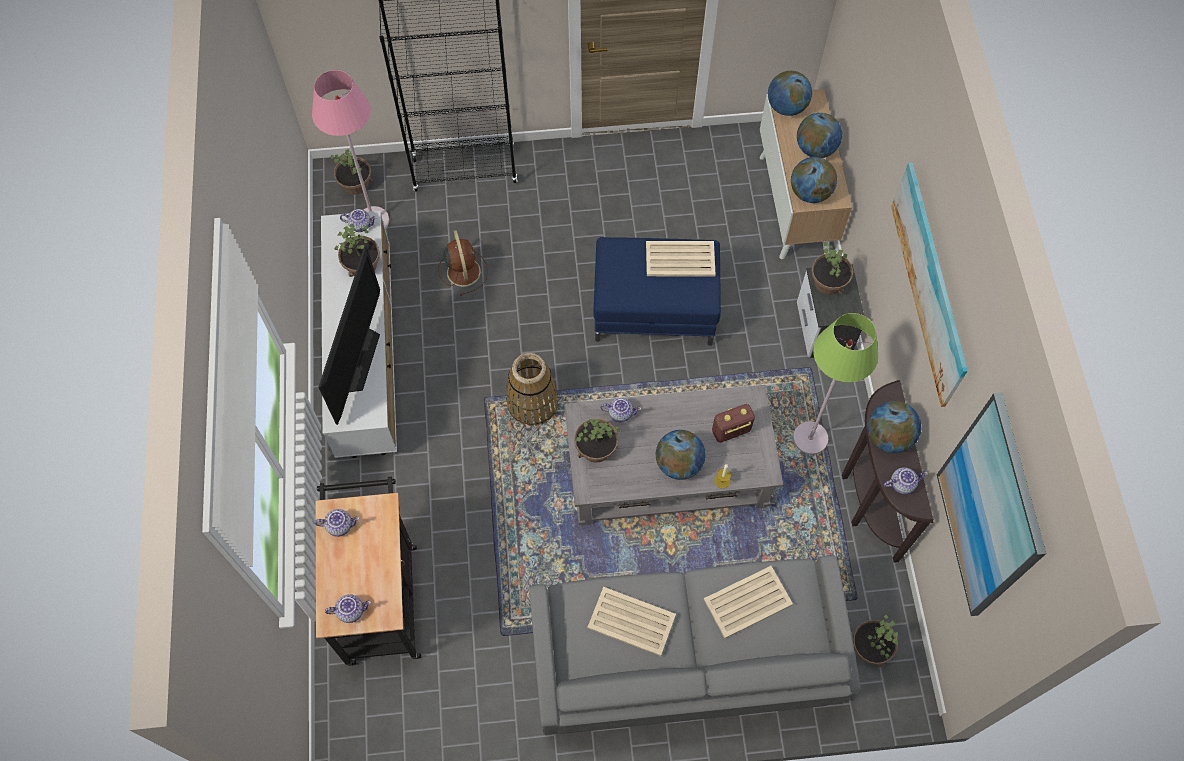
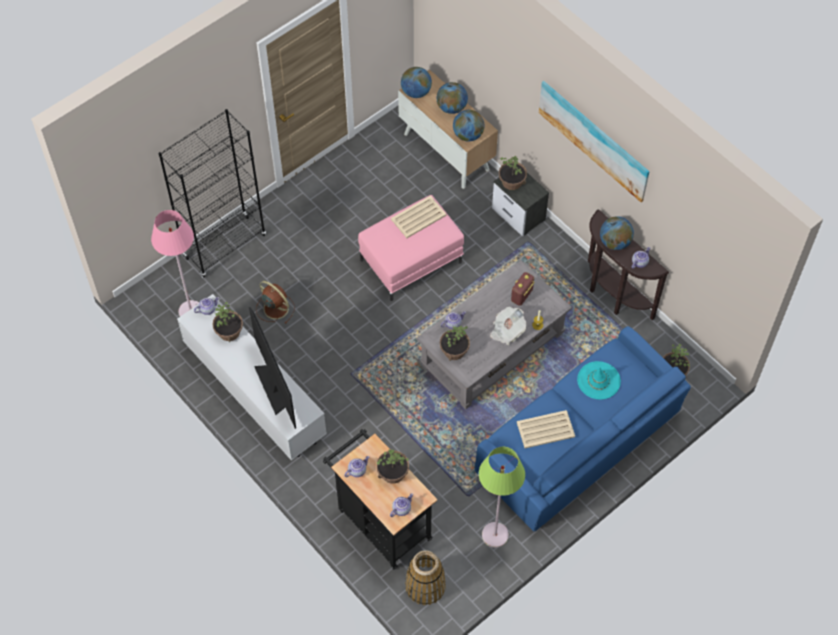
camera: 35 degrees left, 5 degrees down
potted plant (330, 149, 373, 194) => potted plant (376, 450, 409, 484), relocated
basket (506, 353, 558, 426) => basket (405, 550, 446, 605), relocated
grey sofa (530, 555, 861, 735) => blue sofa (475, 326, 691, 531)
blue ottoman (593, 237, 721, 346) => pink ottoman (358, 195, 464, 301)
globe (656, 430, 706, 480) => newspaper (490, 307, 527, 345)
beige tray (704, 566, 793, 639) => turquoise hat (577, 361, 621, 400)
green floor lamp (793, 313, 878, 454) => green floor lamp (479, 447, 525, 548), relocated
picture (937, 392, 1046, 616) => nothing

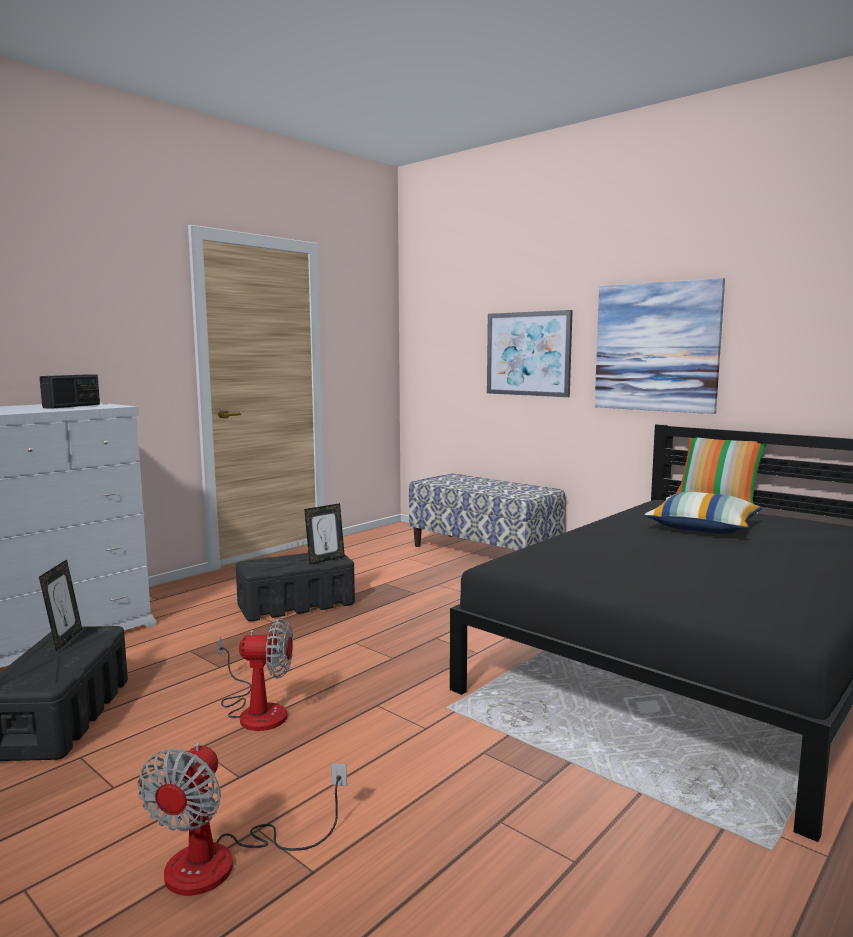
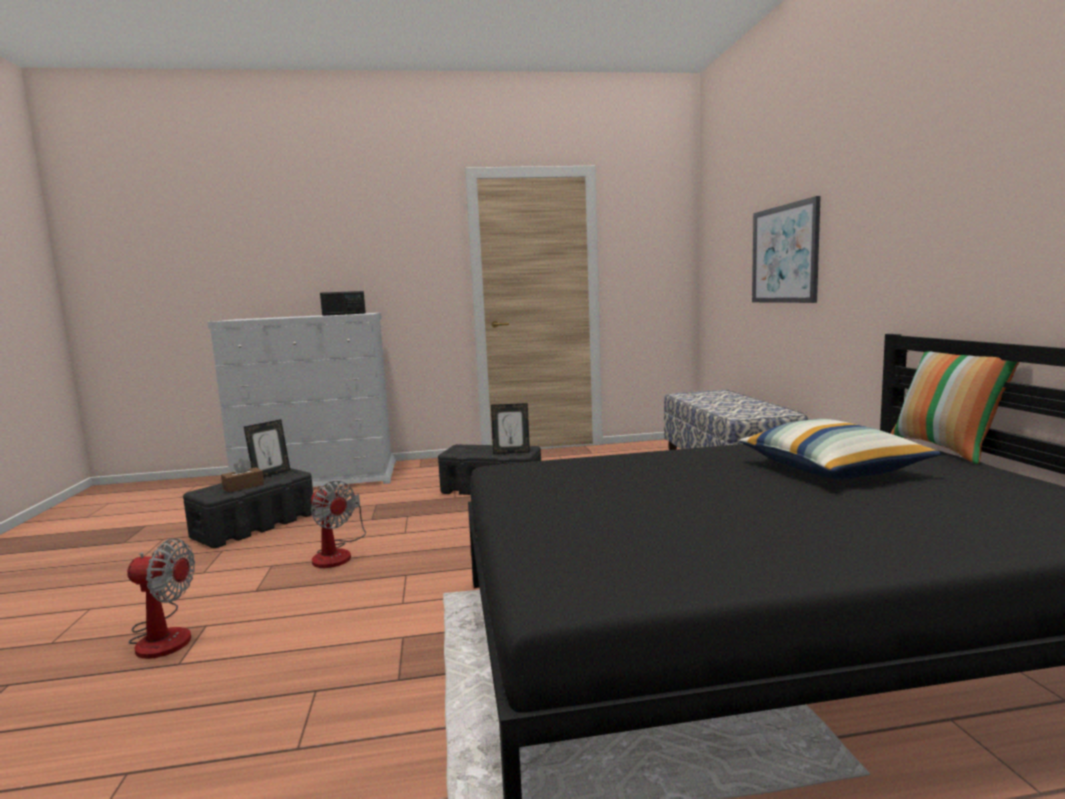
camera: 40 degrees right, 0 degrees up
fan (138, 743, 347, 896) => fan (127, 538, 195, 659), 135 degrees counterclockwise
picture (595, 278, 725, 414) => nothing
nothing => brown tissue box (221, 459, 264, 493)

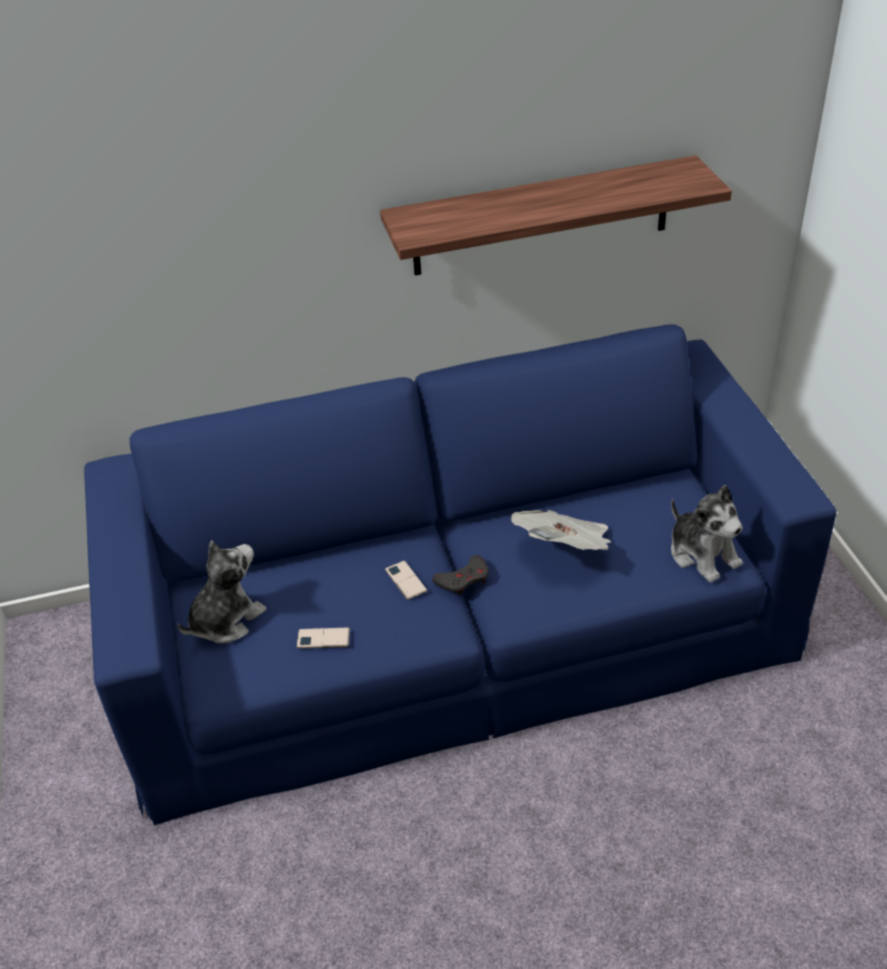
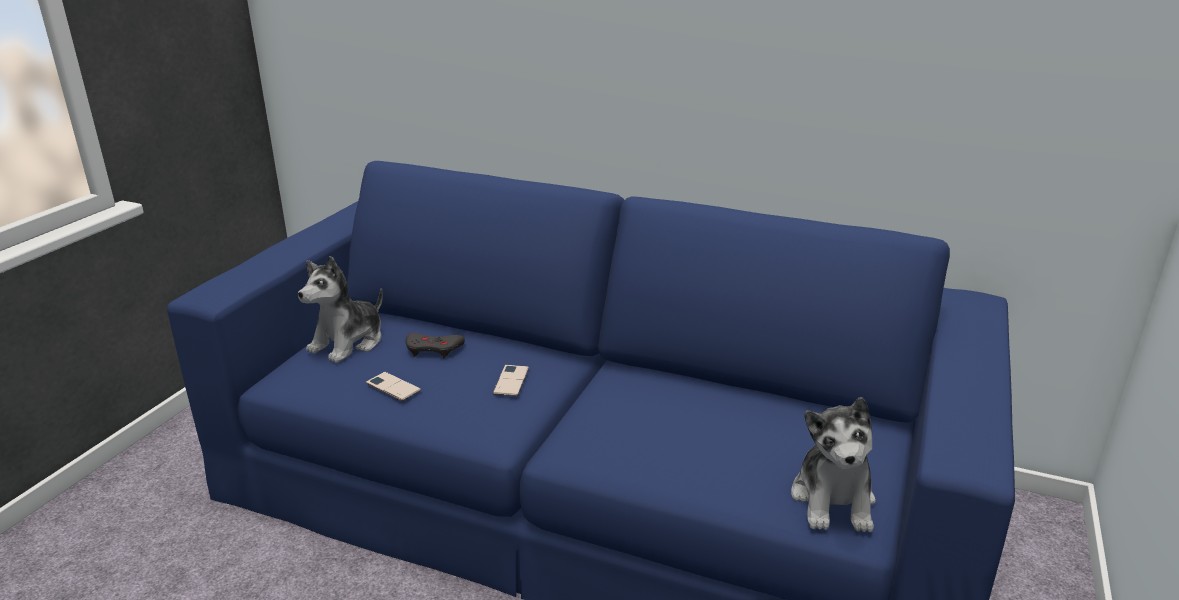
camera: 35 degrees right, 15 degrees down
plush toy (177, 540, 267, 644) => plush toy (298, 256, 383, 363), 135 degrees clockwise
shelf (380, 155, 732, 275) => nothing
grey game controller (432, 555, 489, 596) => grey game controller (405, 333, 465, 358), relocated
newspaper (511, 510, 611, 550) => nothing

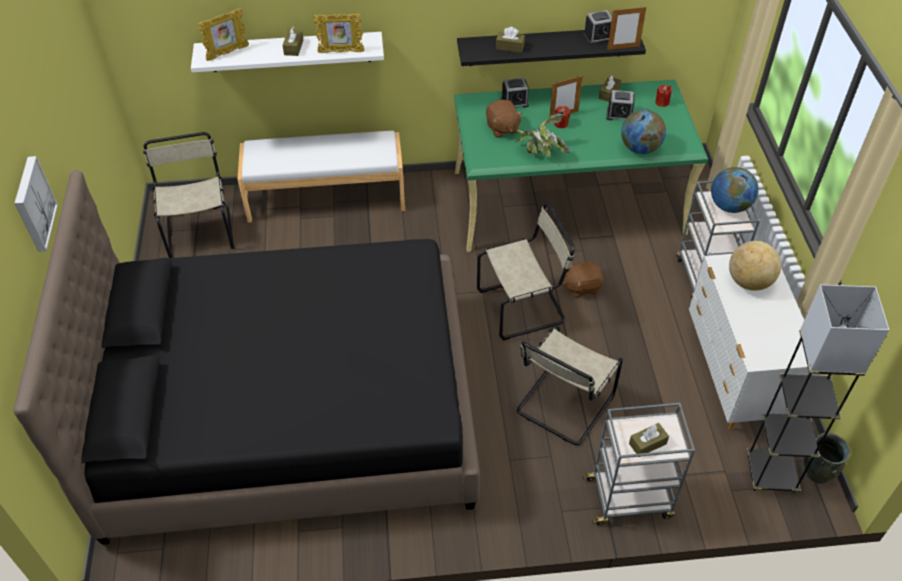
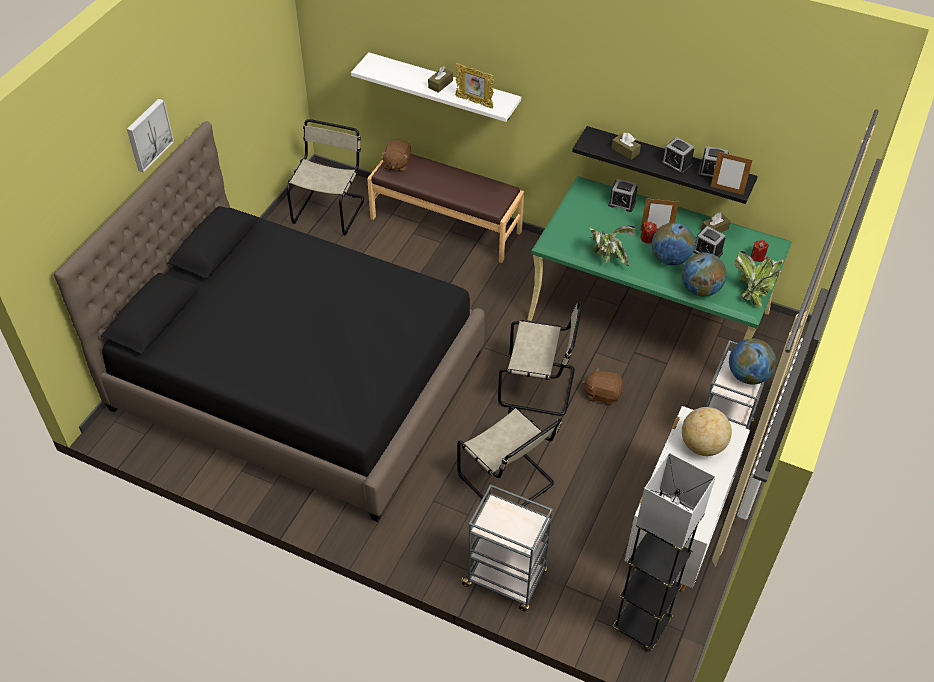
camera: 30 degrees right, 0 degrees up
picture frame (198, 8, 249, 61) => nothing
white bench (237, 131, 405, 223) => brown bench (367, 154, 524, 263)
brown plush toy (486, 100, 523, 138) => brown plush toy (381, 139, 411, 172), relocated
beige chair (517, 326, 623, 445) => beige chair (457, 406, 562, 506), 105 degrees counterclockwise
brown tissue box (629, 423, 669, 457) => nothing
grey vase (803, 432, 850, 484) => nothing
nothing => globe (652, 222, 695, 266)
nothing => alarm clock (661, 137, 694, 174)
nothing => potted plant (734, 251, 784, 307)

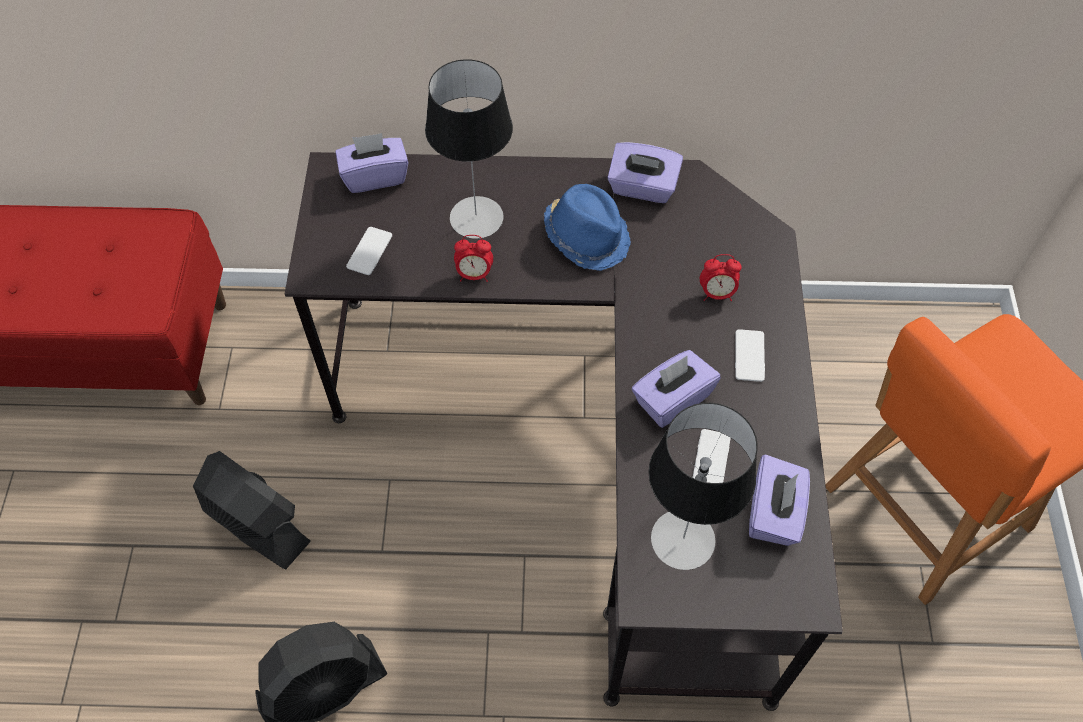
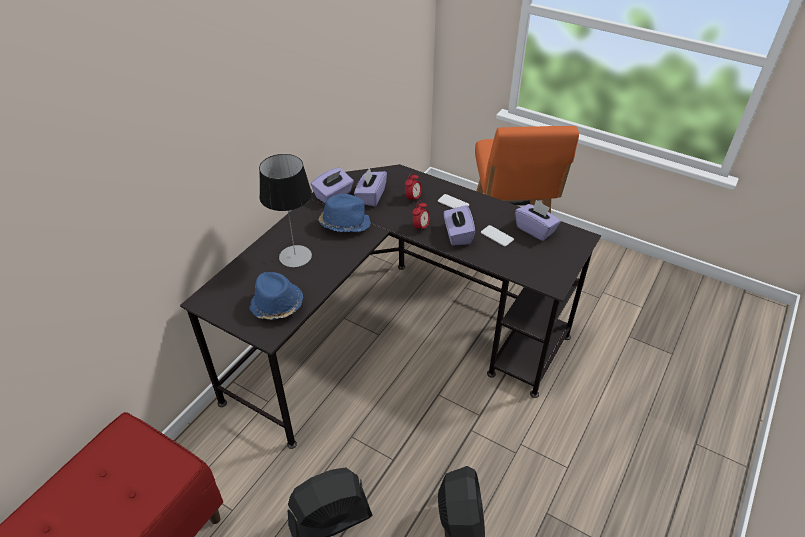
camera: 60 degrees left, 15 degrees down
purple tissue box (336, 133, 409, 193) => purple tissue box (354, 167, 387, 206), relocated
phone (346, 227, 392, 275) => blue hat (249, 272, 303, 320)
alarm clock (454, 235, 493, 282) => alarm clock (412, 200, 430, 233), relocated
table lamp (649, 403, 758, 570) => nothing

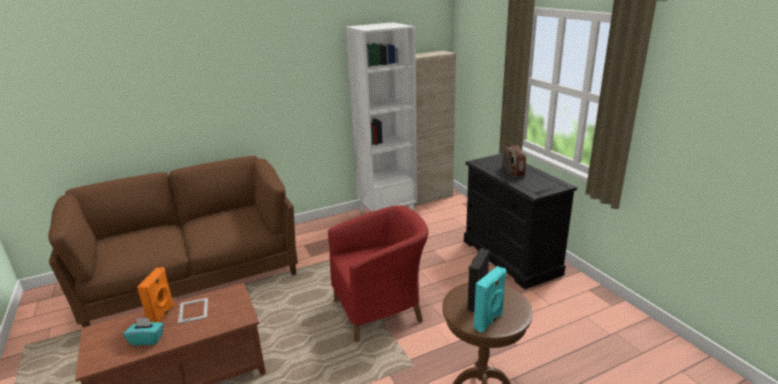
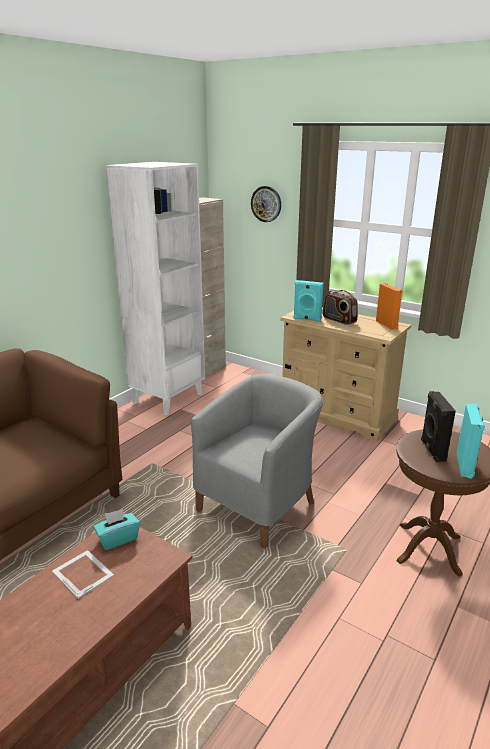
camera: 30 degrees left, 0 degrees up
turquoise tissue box (123, 318, 164, 345) => turquoise tissue box (93, 509, 140, 550), relocated
orange speaker (137, 267, 174, 323) => orange speaker (376, 283, 403, 329), relocated
red armchair (328, 205, 428, 342) => grey armchair (191, 374, 323, 549)
black dresser (464, 153, 577, 290) => beige dresser (280, 307, 411, 442)
nothing => wall clock (251, 186, 281, 222)
nothing => turquoise speaker (293, 280, 324, 322)

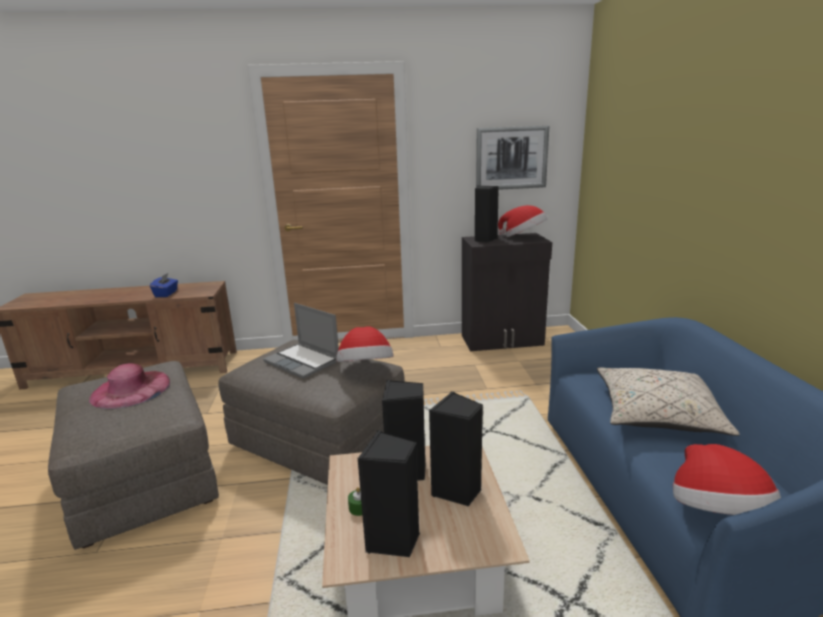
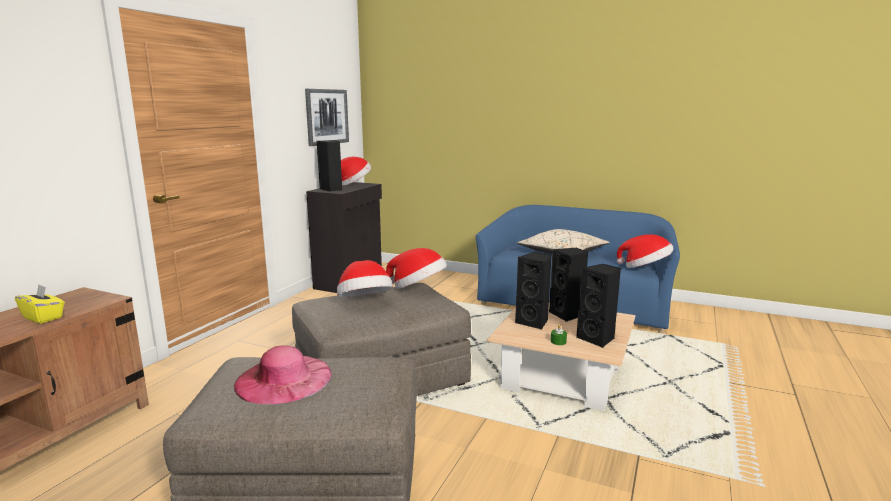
camera: 60 degrees left, 5 degrees down
blue tissue box (150, 273, 178, 297) => yellow tissue box (15, 285, 65, 324)
laptop (263, 303, 339, 379) => hat (337, 260, 393, 297)

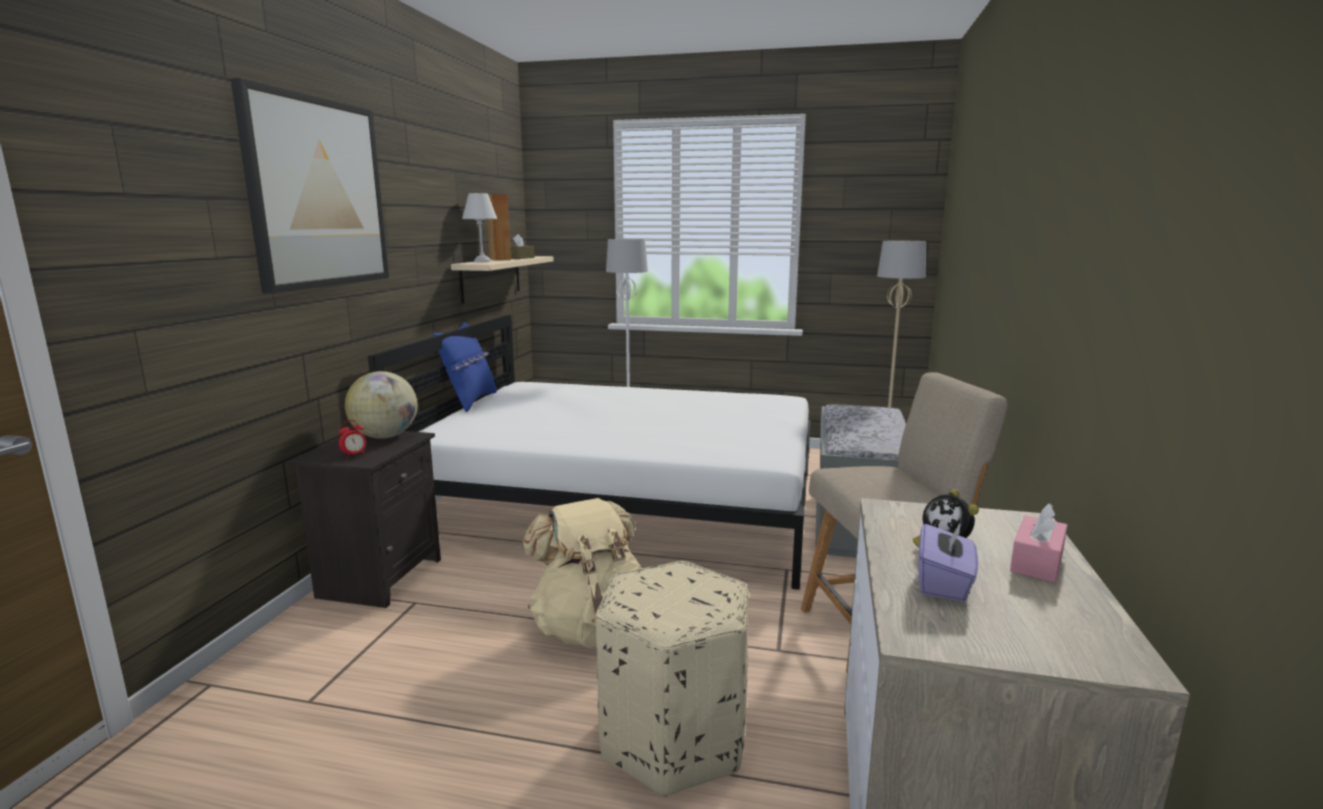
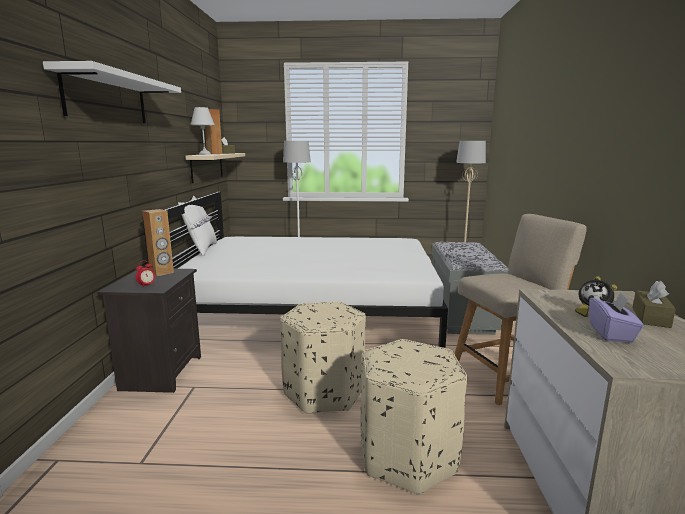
camera: 10 degrees left, 0 degrees up
picture (231, 78, 389, 293) => white shelf (43, 61, 181, 123)
globe (345, 371, 417, 439) => brown speaker (142, 209, 174, 276)
blue pillow (433, 321, 497, 412) => white pillow (178, 196, 217, 256)
beige backpack (522, 498, 642, 647) => beige ottoman (280, 302, 366, 414)
pink tissue box (1010, 503, 1067, 583) => brown tissue box (633, 280, 676, 328)

